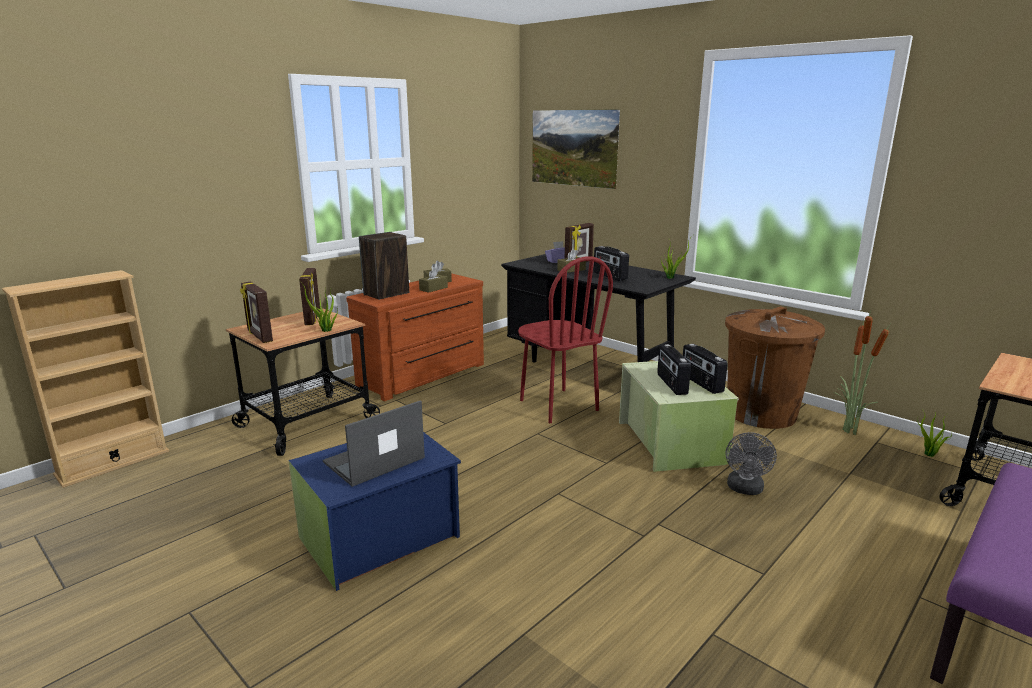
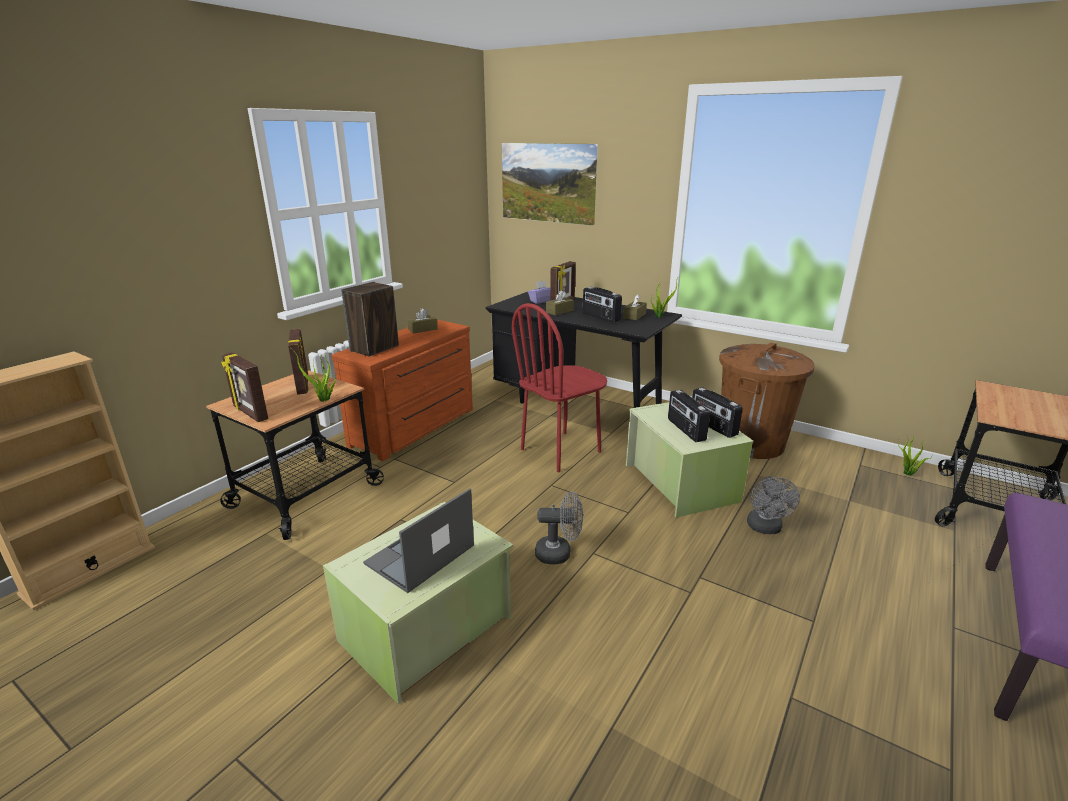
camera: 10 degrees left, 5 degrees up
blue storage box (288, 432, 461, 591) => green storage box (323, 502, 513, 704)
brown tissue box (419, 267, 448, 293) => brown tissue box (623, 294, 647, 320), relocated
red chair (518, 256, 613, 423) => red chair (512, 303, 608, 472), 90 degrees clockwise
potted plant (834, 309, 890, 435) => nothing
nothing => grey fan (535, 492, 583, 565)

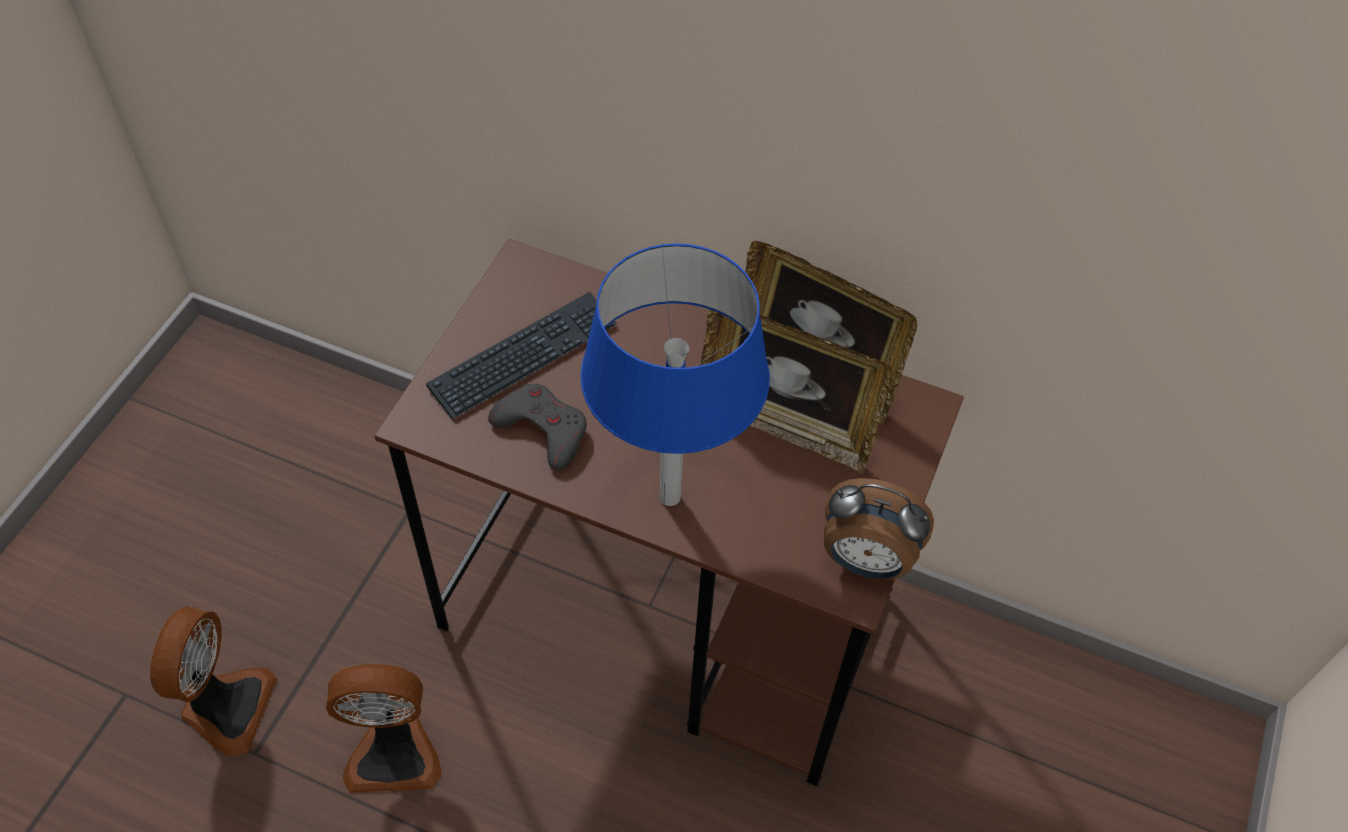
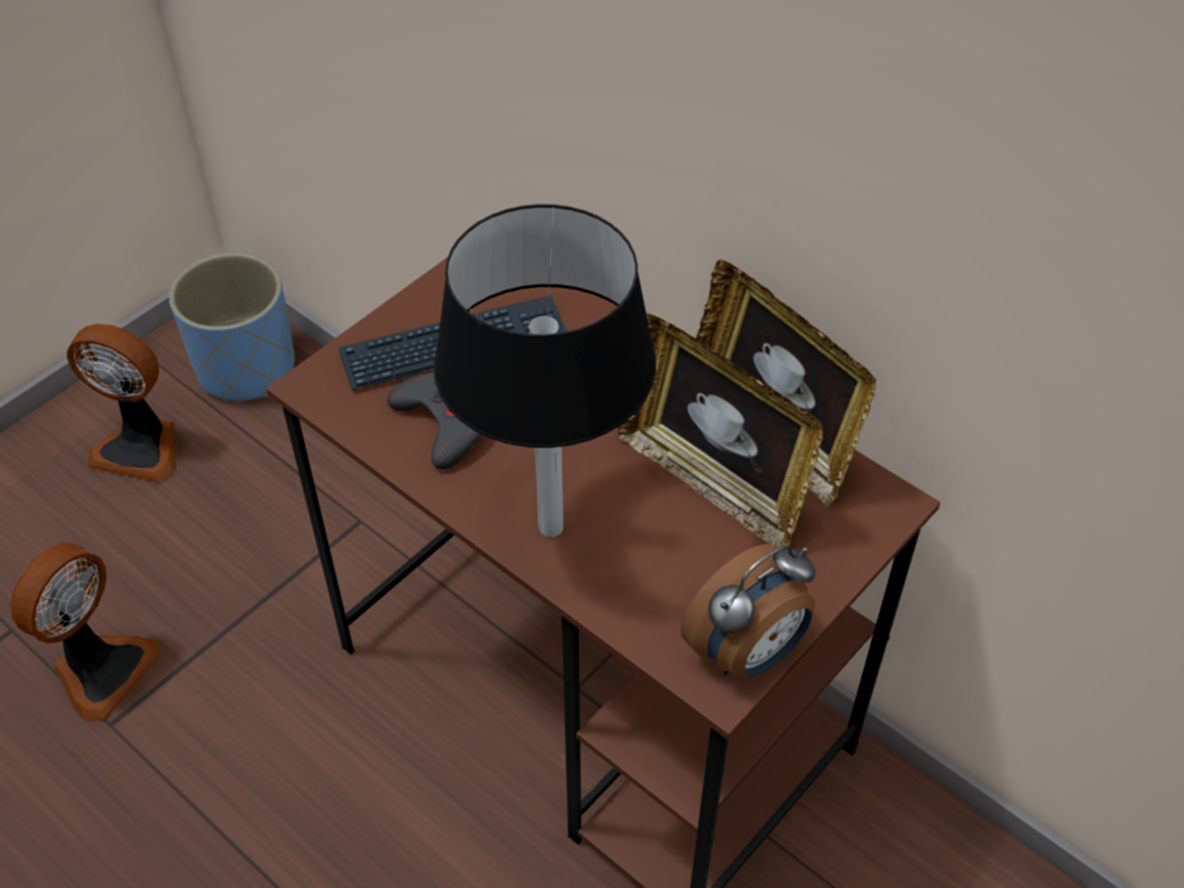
camera: 20 degrees right, 5 degrees down
fan (326, 664, 442, 793) => fan (67, 324, 176, 482), relocated
blue table lamp (580, 243, 770, 506) => black table lamp (433, 204, 656, 537)
alarm clock (824, 478, 934, 579) => alarm clock (681, 544, 816, 679), 75 degrees counterclockwise
nothing => blue planter (169, 252, 295, 401)

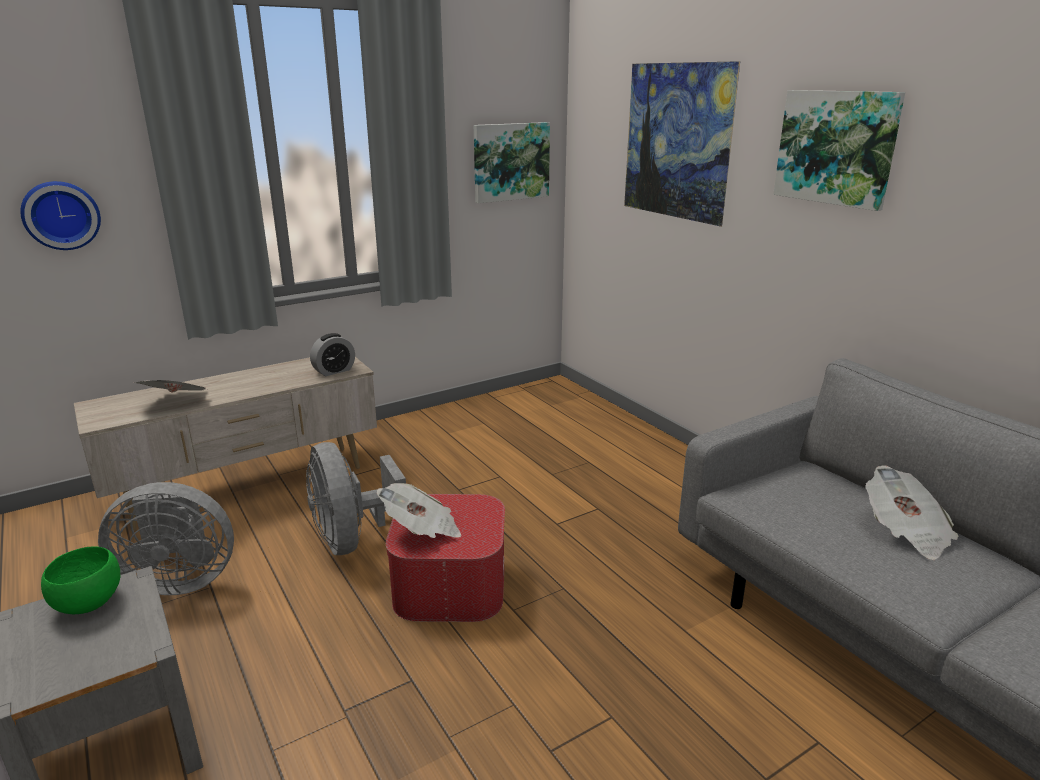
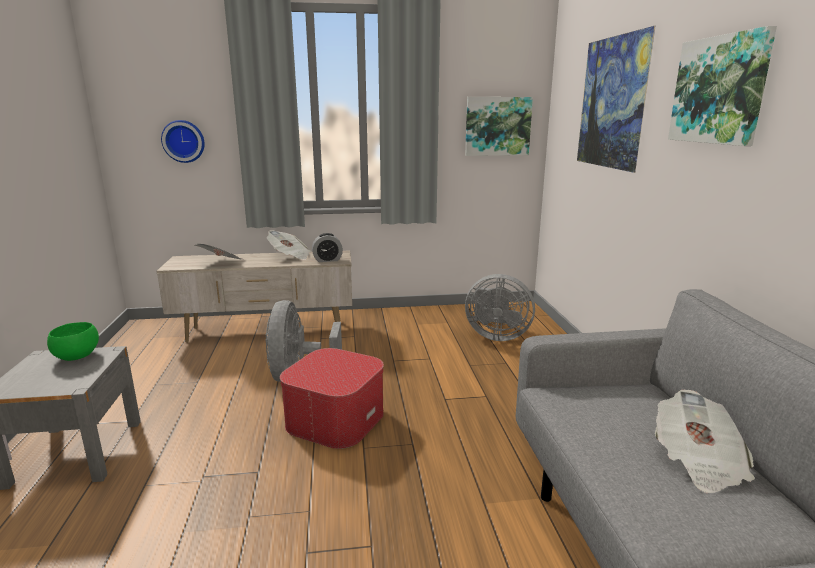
camera: 25 degrees right, 5 degrees down
grey fan (98, 482, 234, 595) => grey fan (465, 274, 535, 341), relocated
newspaper (377, 483, 462, 538) => newspaper (266, 230, 311, 260), relocated

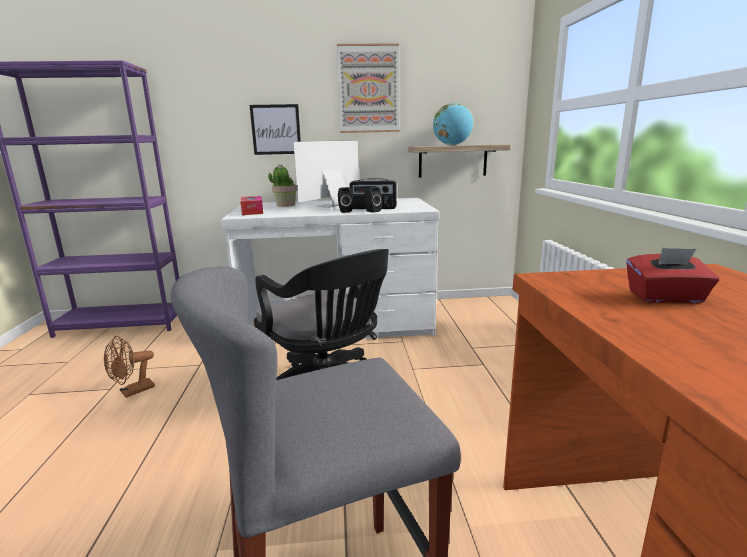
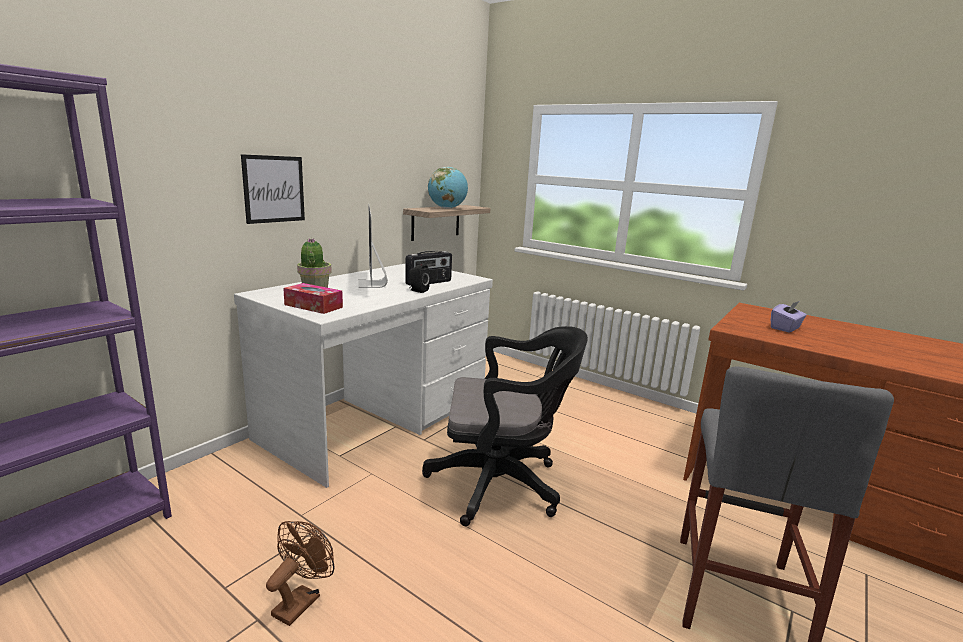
camera: 50 degrees left, 0 degrees up
brown fan (104, 336, 155, 398) => brown fan (266, 521, 335, 626), 150 degrees counterclockwise
picture (337, 43, 399, 133) => nothing
black speaker (364, 187, 382, 213) => nothing
red tissue box (626, 248, 719, 303) => purple tissue box (771, 301, 807, 332)

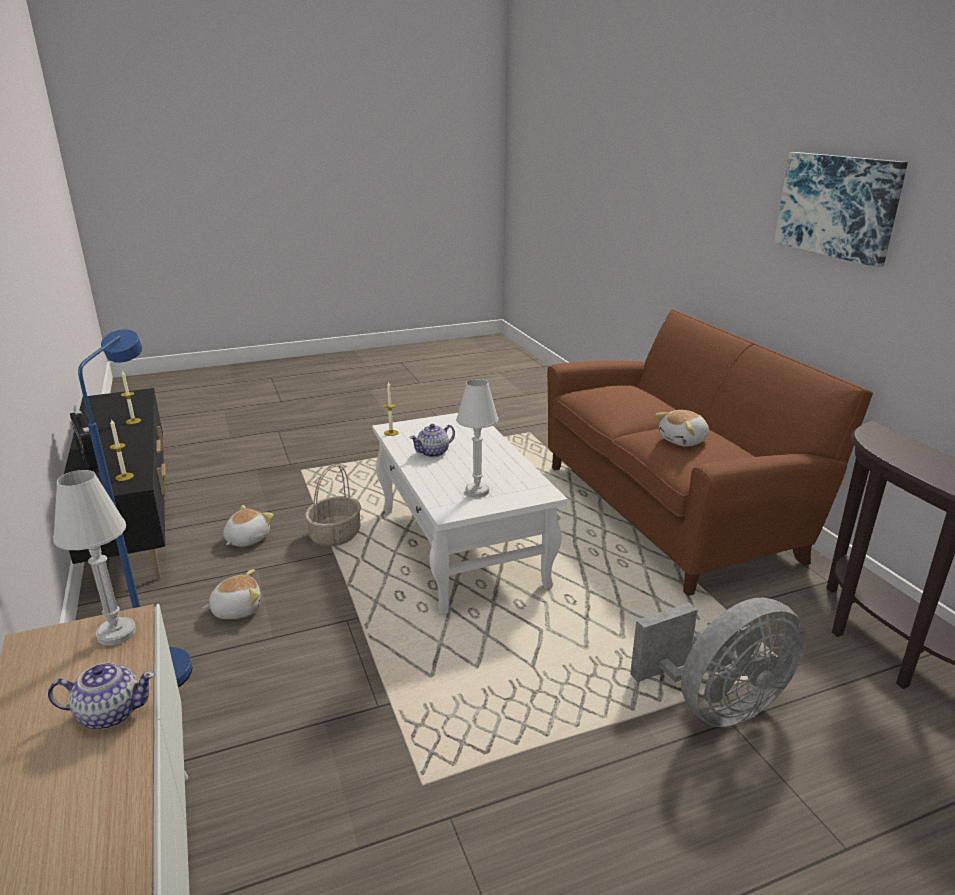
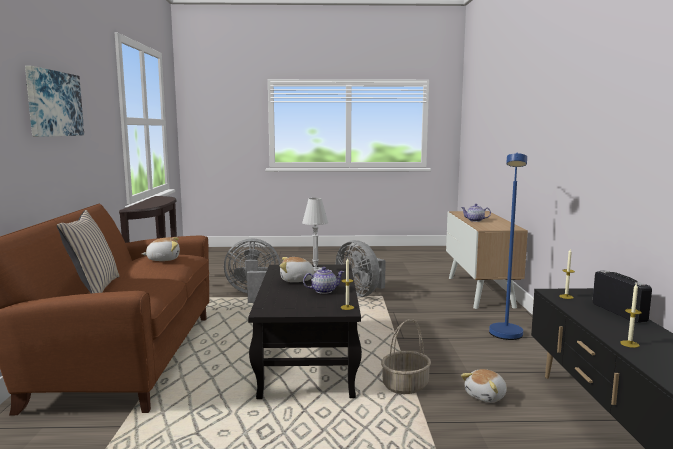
camera: 160 degrees left, 15 degrees down
white table lamp (53, 470, 136, 645) => nothing
plush toy (202, 569, 261, 619) => plush toy (280, 257, 316, 282), relocated
white coffee table (373, 413, 567, 614) => black coffee table (248, 264, 362, 399)
nothing => beige pillow (57, 210, 119, 293)
nothing => grey fan (336, 240, 386, 297)

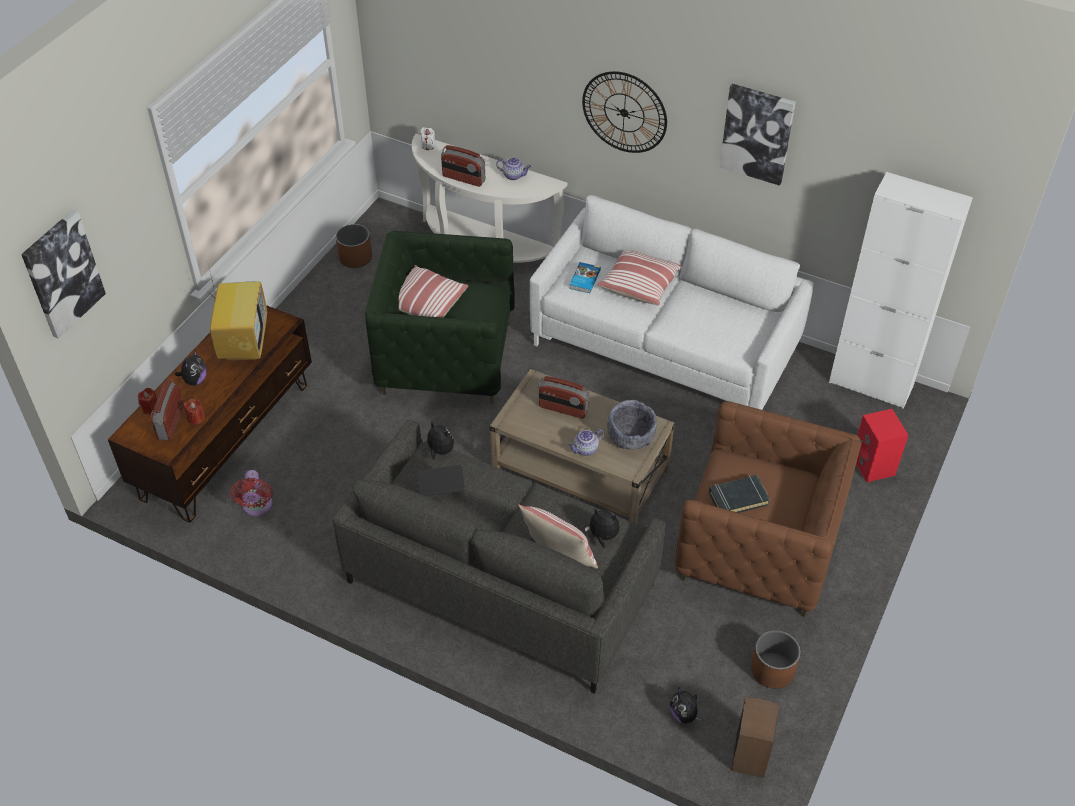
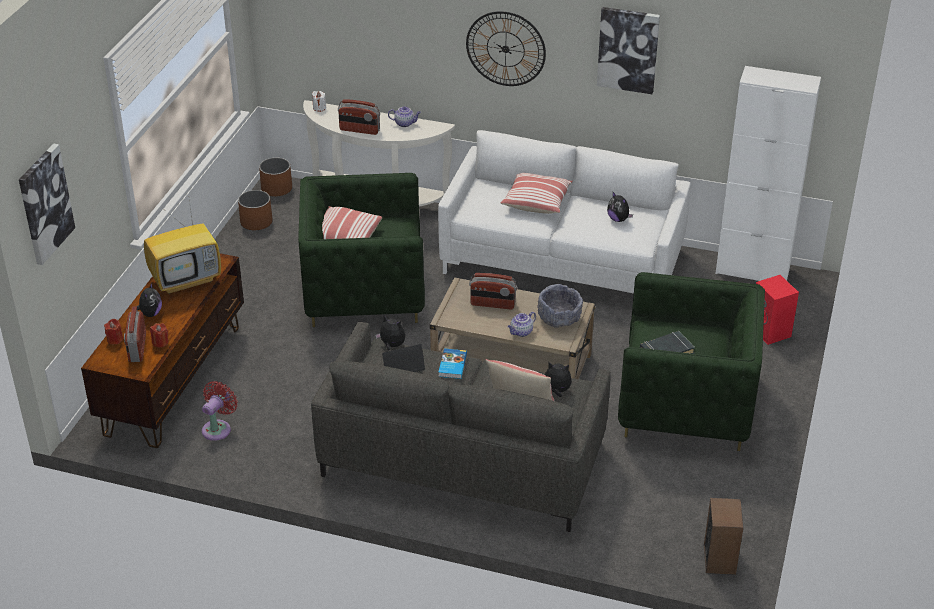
camera: 10 degrees left, 10 degrees down
television (206, 265, 267, 361) => television (144, 193, 221, 294), 75 degrees clockwise
red fan (230, 470, 273, 516) => red fan (202, 381, 238, 441), 135 degrees counterclockwise
book (569, 262, 601, 293) => book (438, 348, 467, 379), relocated
plush toy (670, 687, 702, 724) => plush toy (607, 192, 633, 222), relocated
brown armchair (675, 401, 862, 617) => green armchair (618, 272, 765, 451)
brown planter (751, 631, 800, 689) => brown planter (259, 158, 292, 197), relocated

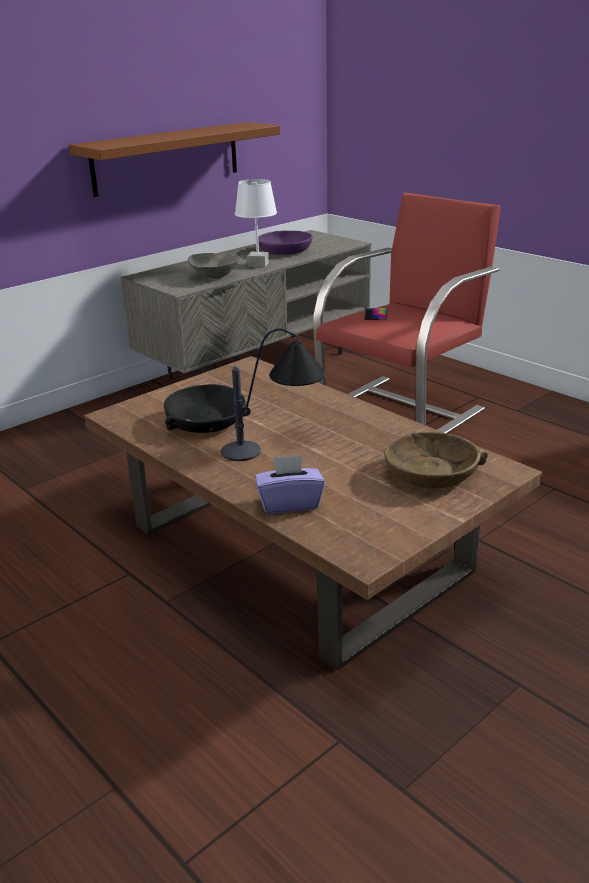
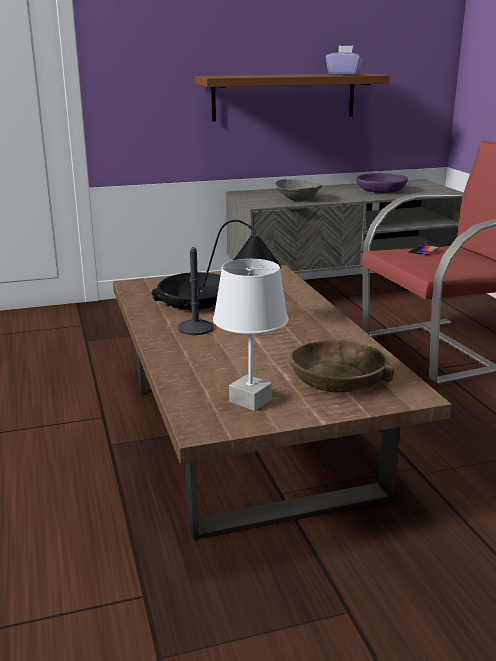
camera: 25 degrees right, 5 degrees down
white table lamp (235, 179, 277, 267) => white table lamp (213, 259, 289, 411), relocated
purple tissue box (255, 455, 325, 514) => purple tissue box (326, 45, 363, 75), relocated

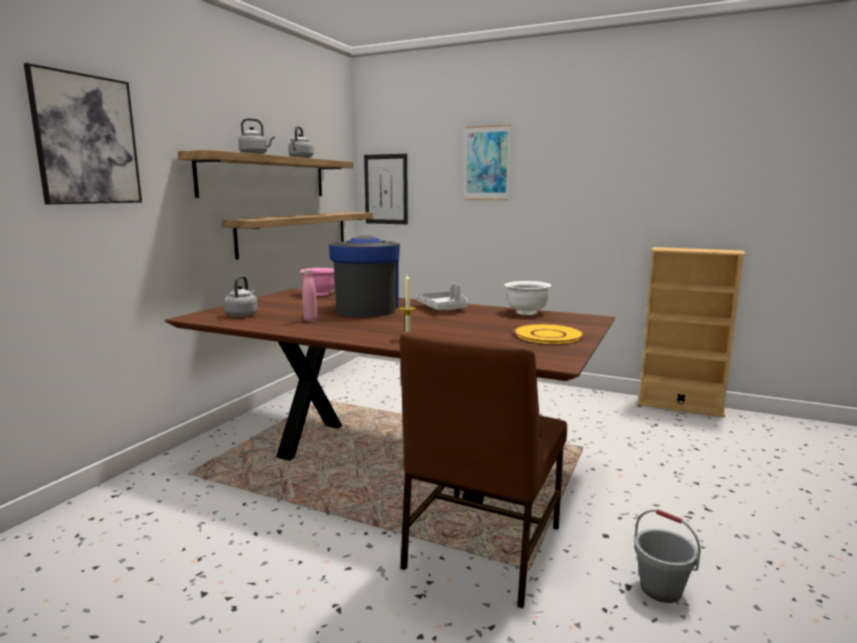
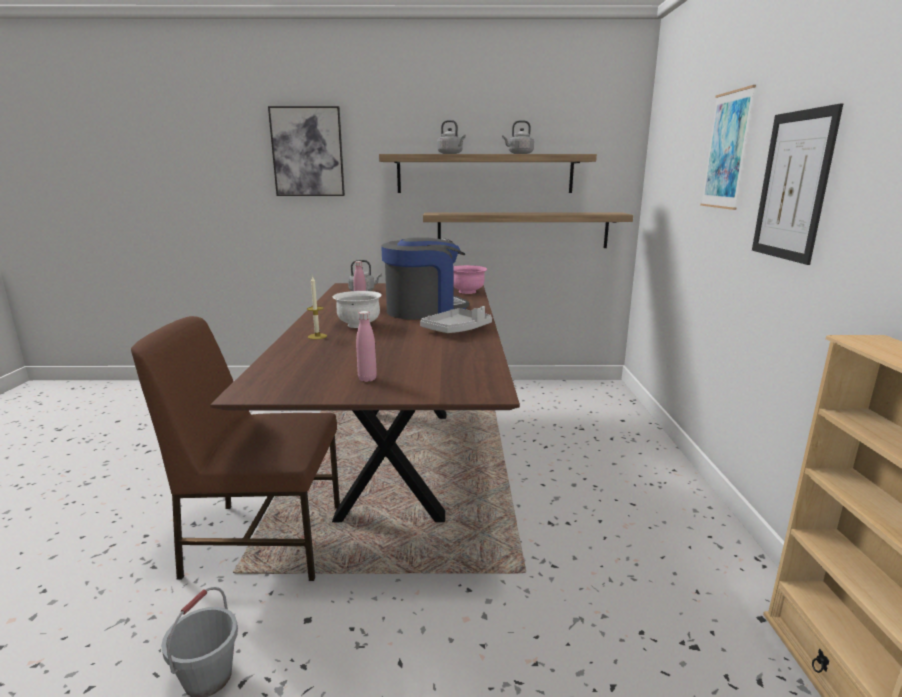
camera: 65 degrees right, 5 degrees up
picture (364, 154, 408, 224) => picture (752, 103, 843, 265), relocated
white bowl (505, 281, 551, 315) => white bowl (333, 291, 382, 328), relocated
yellow plate (514, 324, 584, 344) => pink bottle (356, 311, 377, 382)

